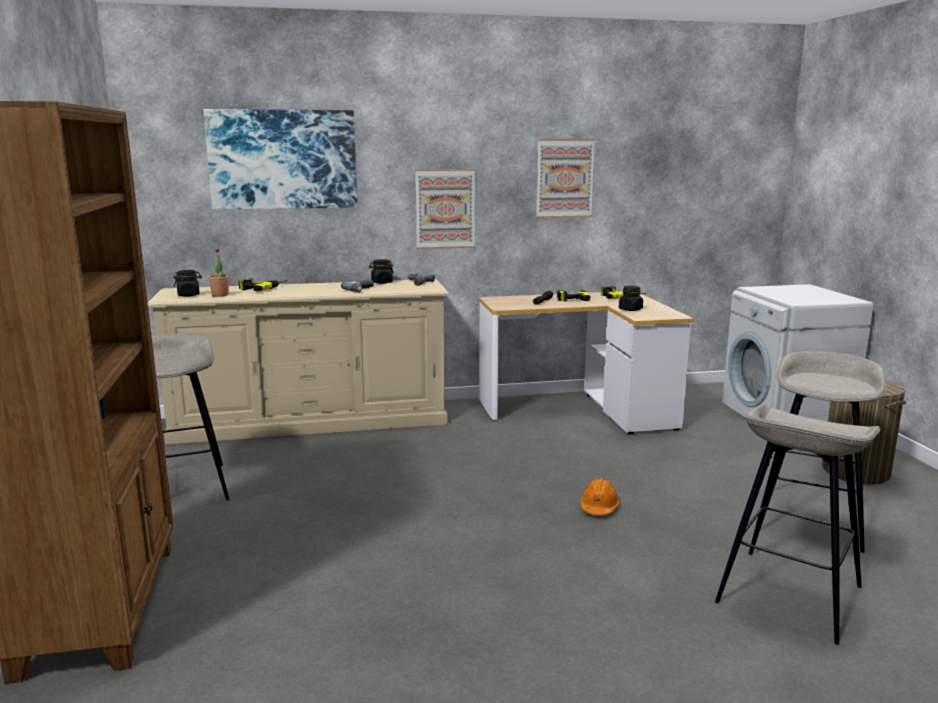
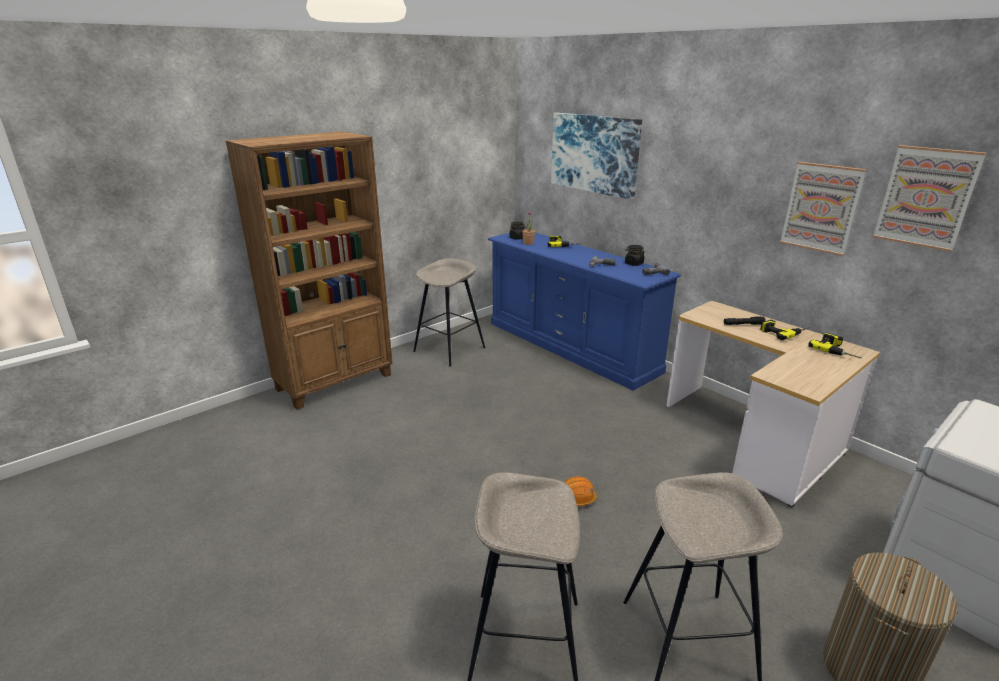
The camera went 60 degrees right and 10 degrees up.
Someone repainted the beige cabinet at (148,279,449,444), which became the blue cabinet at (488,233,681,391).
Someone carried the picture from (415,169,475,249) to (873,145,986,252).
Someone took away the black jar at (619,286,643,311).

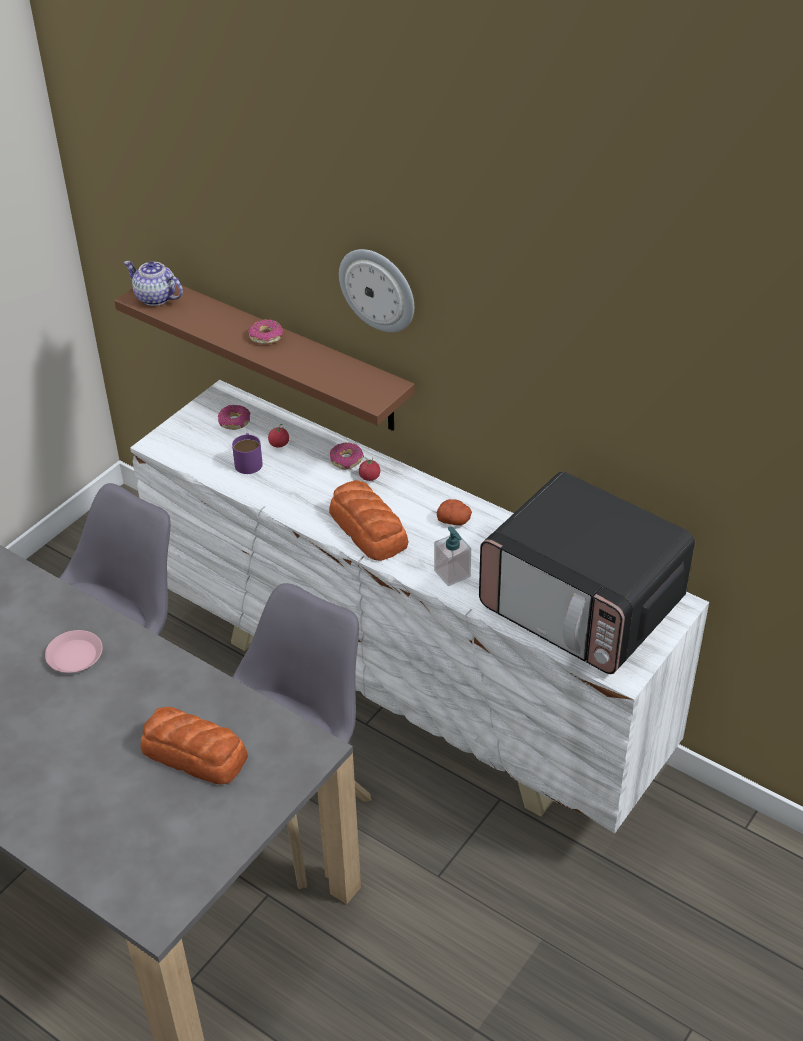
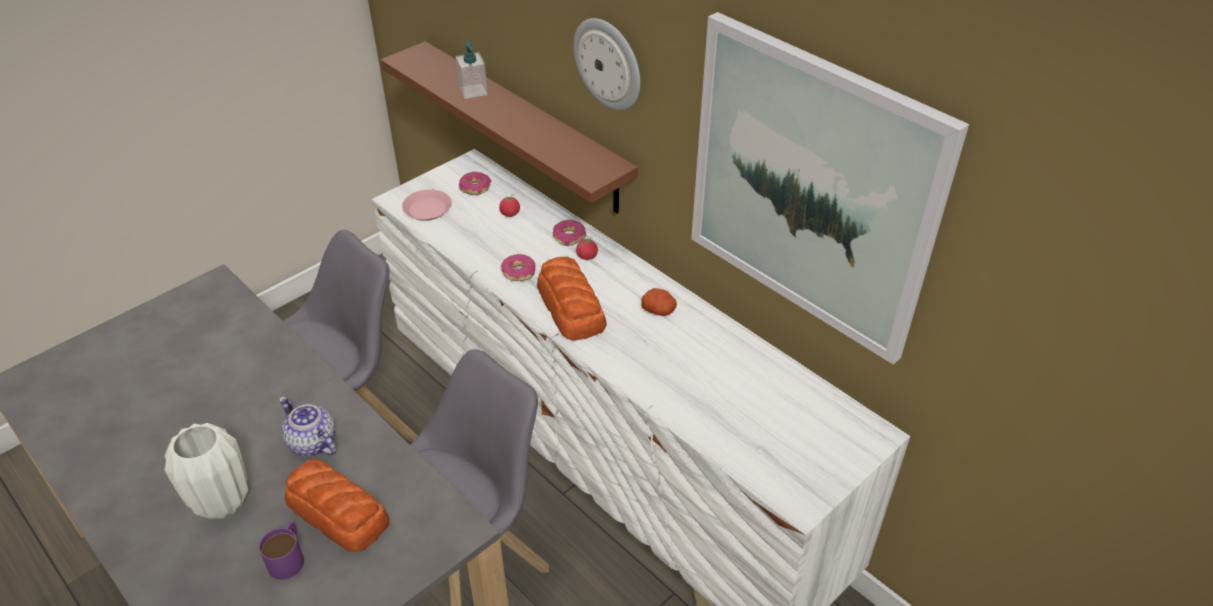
The camera went 10 degrees right and 0 degrees up.
Someone put down the white vase at (165,423,248,519).
Someone carried the purple mug from (232,433,263,474) to (259,522,304,580).
Someone carried the teapot from (124,261,183,306) to (279,397,336,456).
Someone carried the pink plate from (45,630,103,673) to (402,189,452,221).
Someone carried the soap dispenser from (434,526,471,586) to (456,41,488,99).
Someone carried the donut from (248,319,283,344) to (501,254,536,281).
Someone put up the picture at (691,12,969,364).
Someone took away the microwave at (479,471,695,674).

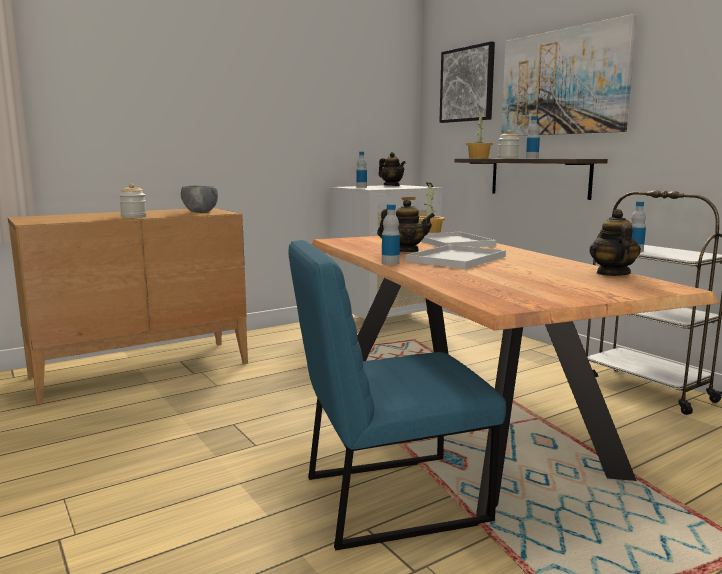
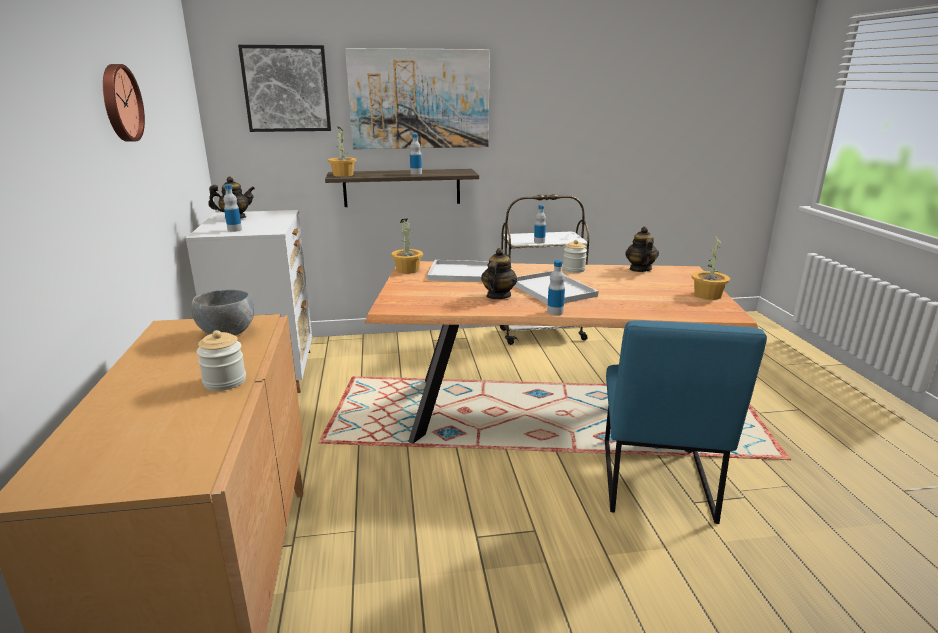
The camera went 65 degrees left and 10 degrees up.
Someone put up the wall clock at (103,64,145,142).
Someone carried the jar from (498,130,519,158) to (563,240,587,273).
Someone rotated the teapot at (589,209,641,276) by 60 degrees clockwise.
Someone put down the potted plant at (692,237,730,300).

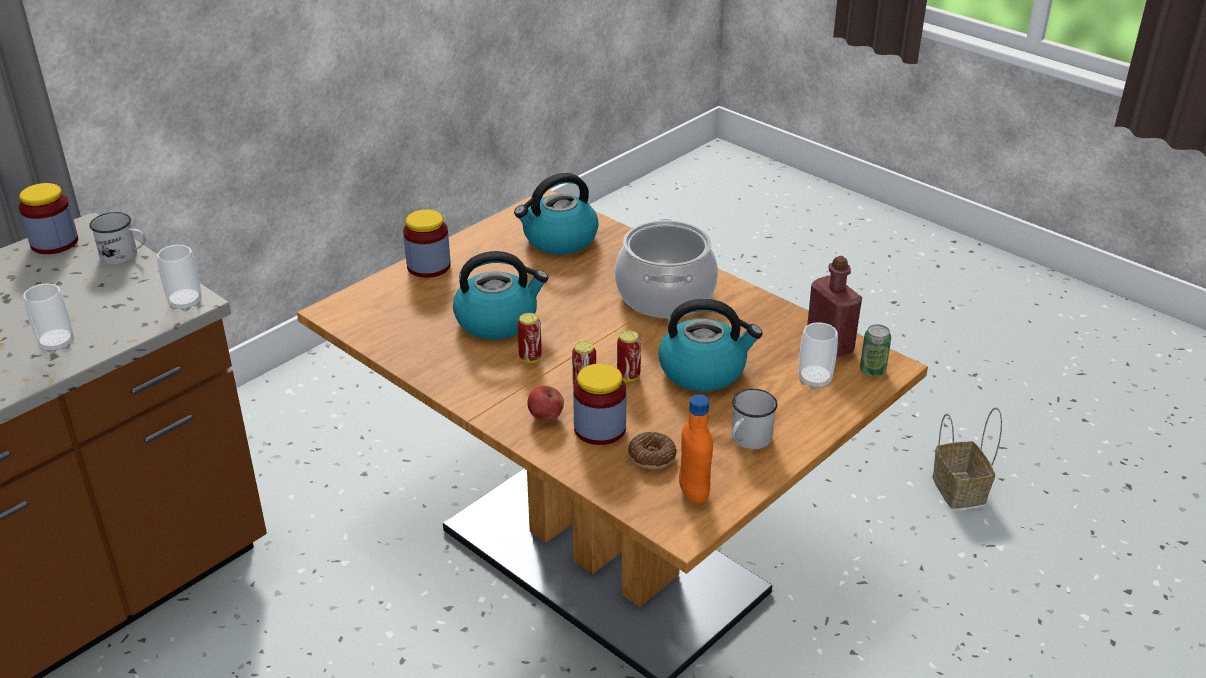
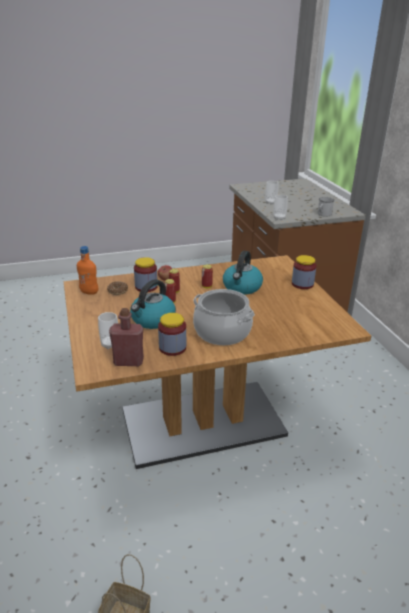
The camera went 120 degrees right and 5 degrees down.
Someone carried the jar from (19,183,78,254) to (158,313,186,356).
Someone took away the kettle at (514,173,599,255).
Someone took away the white mug at (732,389,778,450).
Someone took away the can at (860,324,891,377).

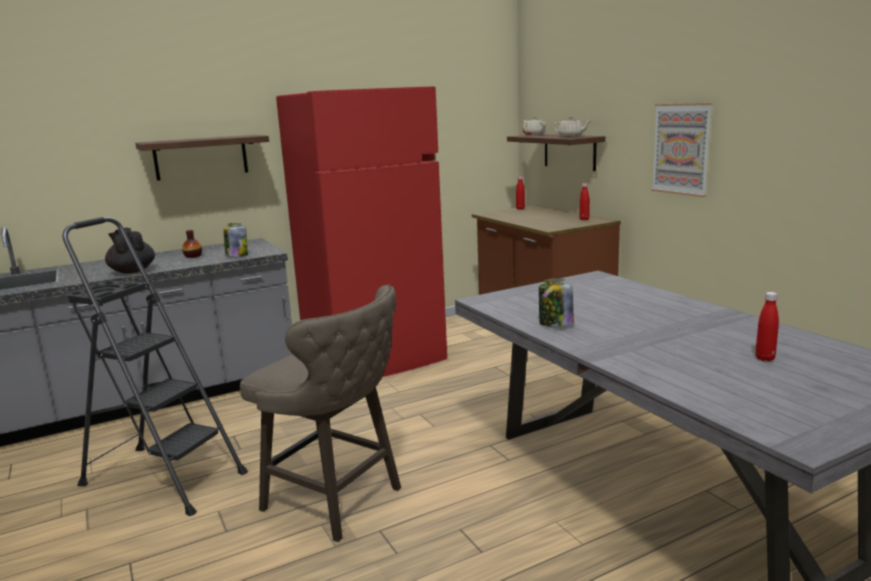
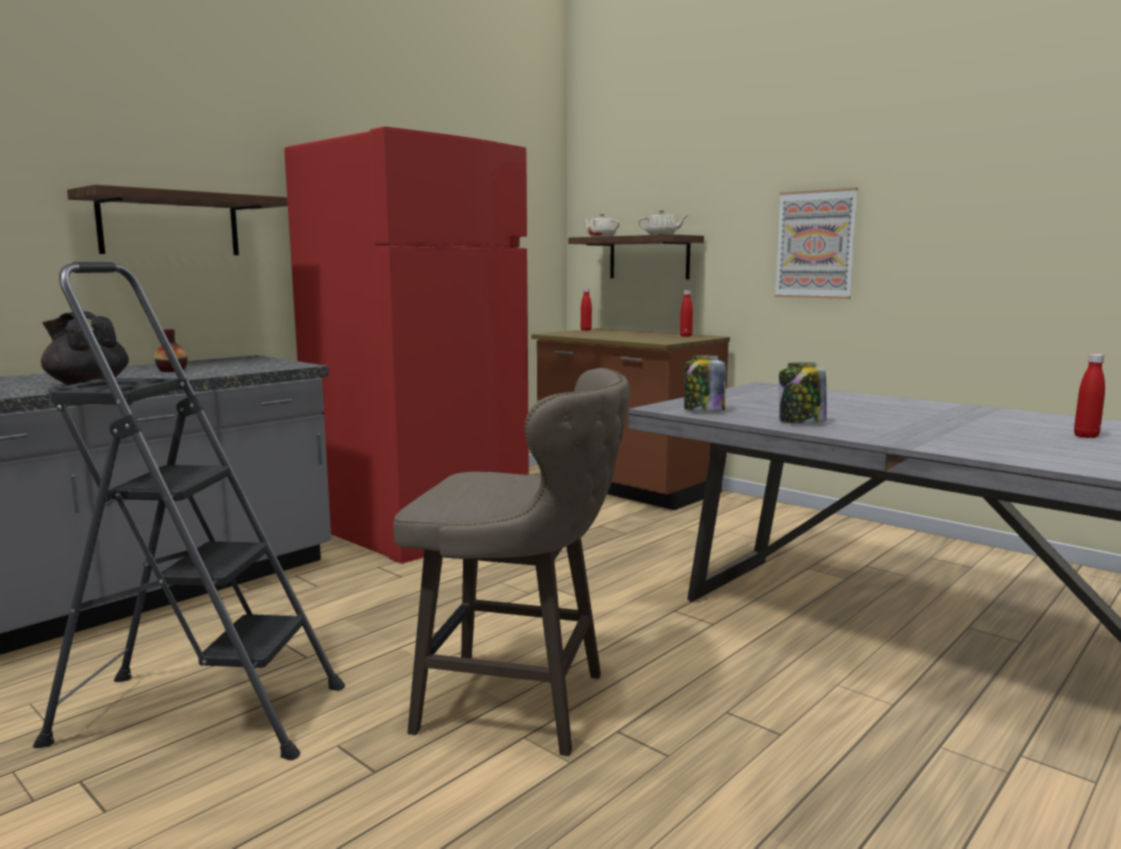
The camera went 20 degrees left and 5 degrees down.
Someone carried the jar from (224,223,248,257) to (684,355,726,411).

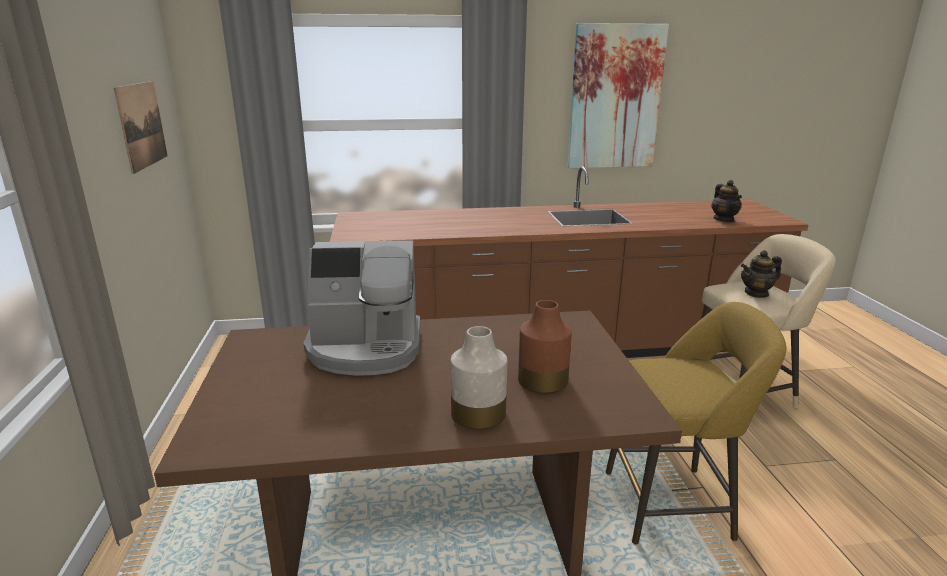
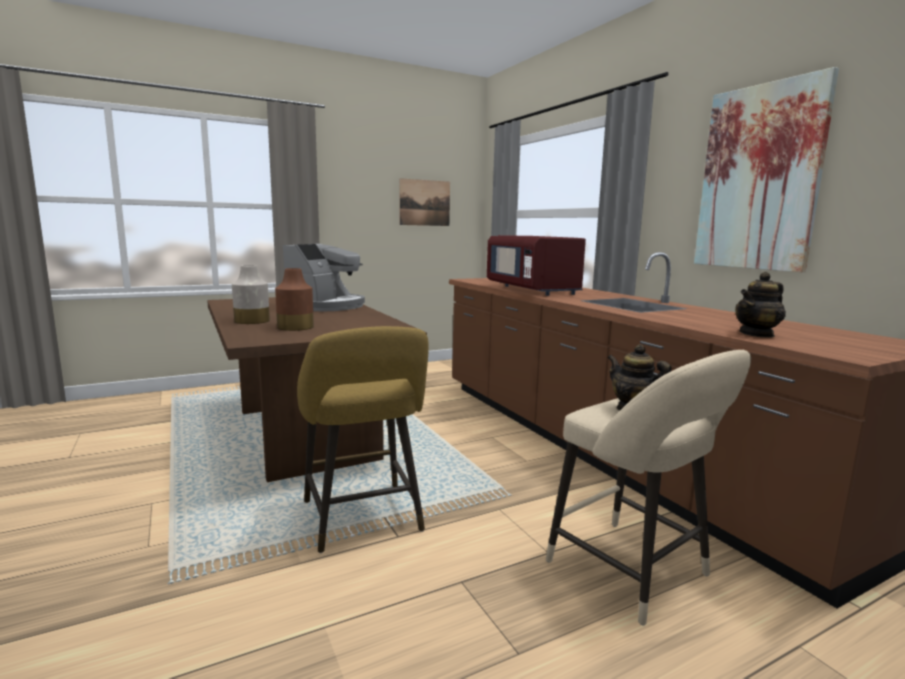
The camera went 70 degrees right and 10 degrees down.
Someone rotated the coffee machine at (304,240,420,376) by 135 degrees counterclockwise.
Someone put down the red microwave at (487,235,586,296).

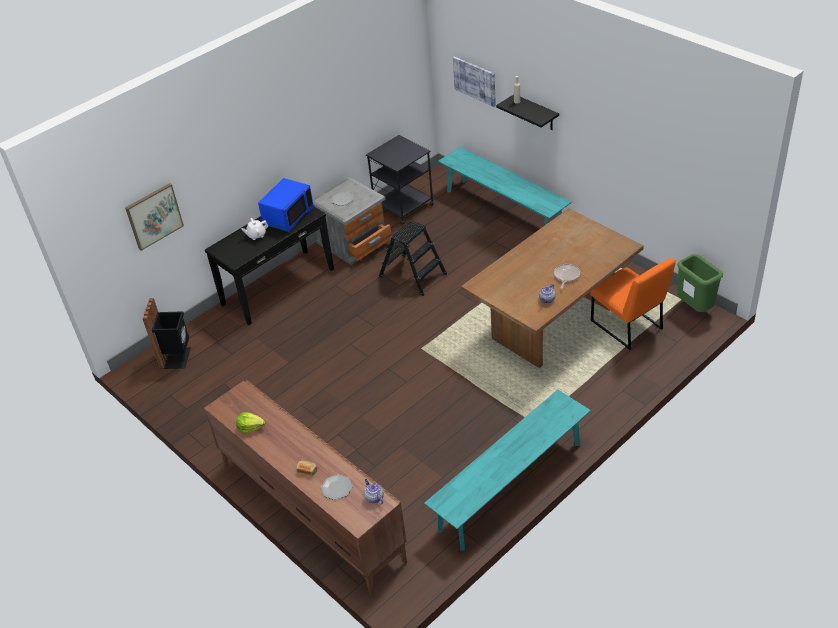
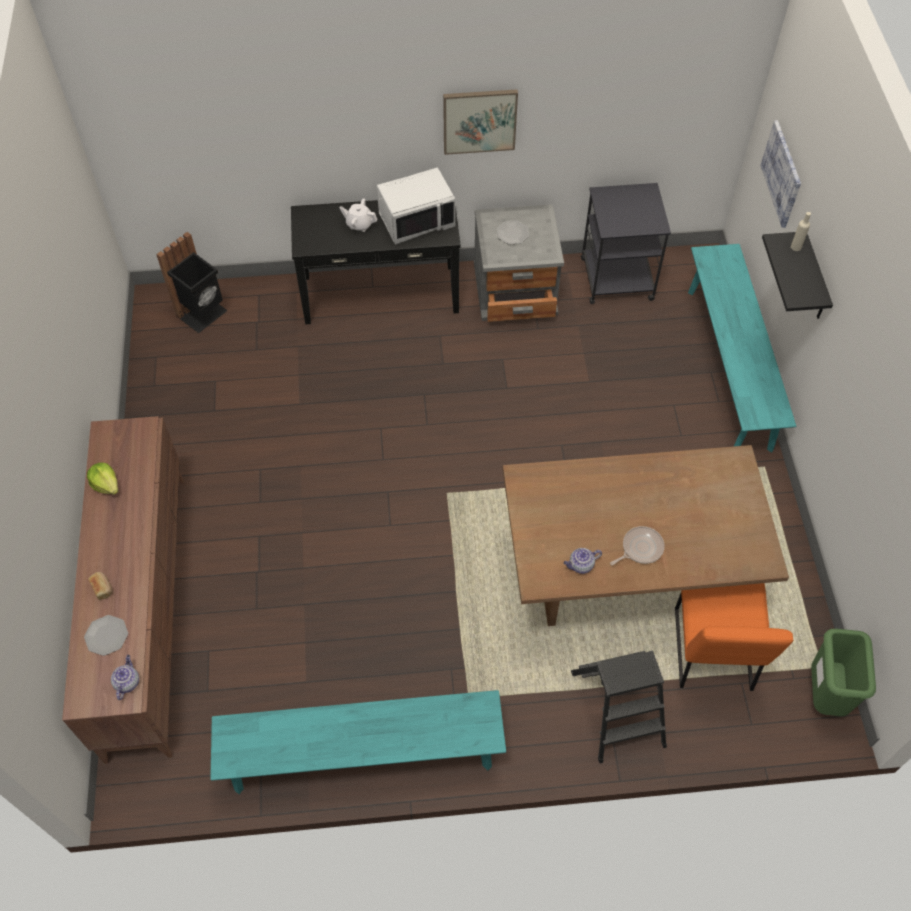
The camera went 35 degrees right and 15 degrees up.
Someone repainted the blue microwave at (258,178,314,232), which became the white microwave at (377,167,455,245).
Someone carried the picture from (125,183,184,251) to (443,89,518,155).
Someone carried the black step ladder from (379,220,447,296) to (571,650,667,764).

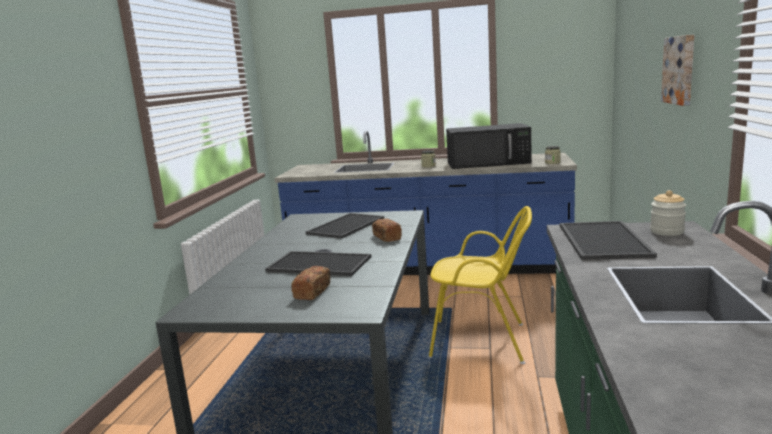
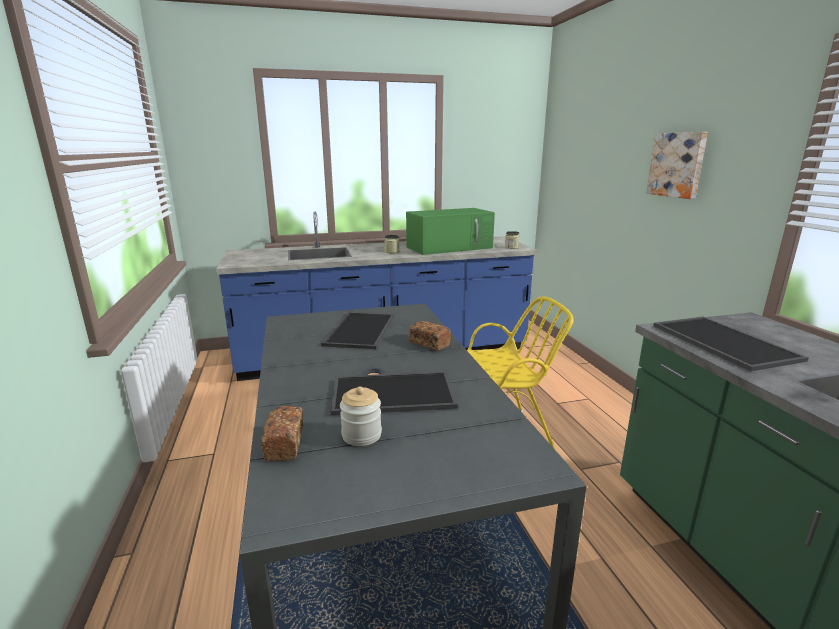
The camera went 25 degrees left and 5 degrees up.
Someone carried the bread from (291,266,331,300) to (261,406,303,461).
Someone carried the jar from (650,190,686,236) to (340,386,382,446).
Someone repainted the black microwave at (446,123,531,169), which became the green microwave at (406,208,495,255).

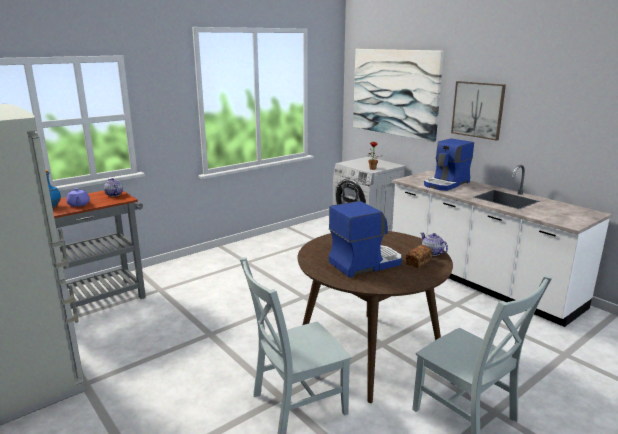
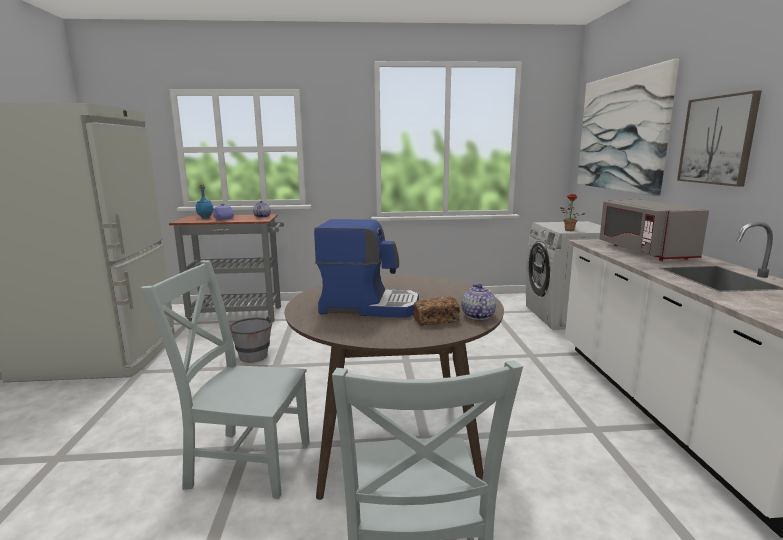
The camera went 35 degrees right and 5 degrees down.
Someone put down the grey bucket at (229,316,272,363).
Someone swapped the coffee machine at (424,138,474,191) for the grey microwave at (599,199,709,261).

